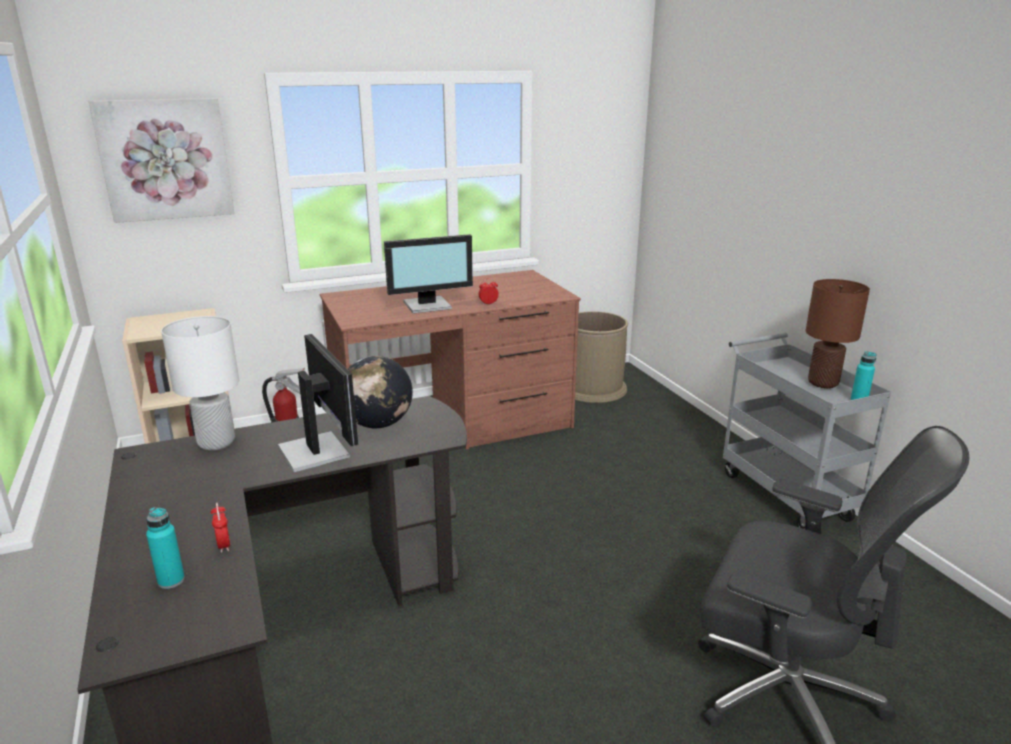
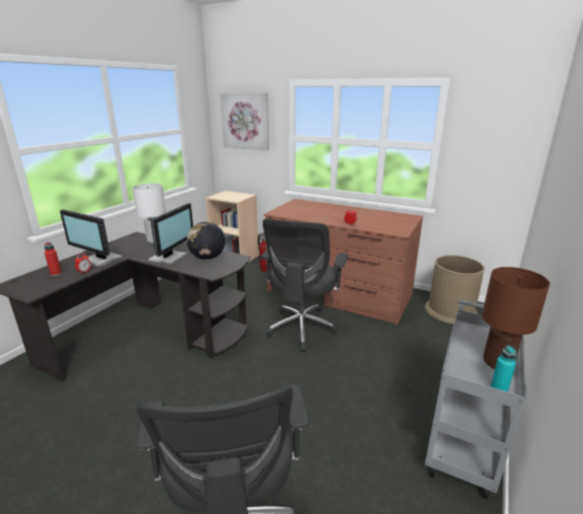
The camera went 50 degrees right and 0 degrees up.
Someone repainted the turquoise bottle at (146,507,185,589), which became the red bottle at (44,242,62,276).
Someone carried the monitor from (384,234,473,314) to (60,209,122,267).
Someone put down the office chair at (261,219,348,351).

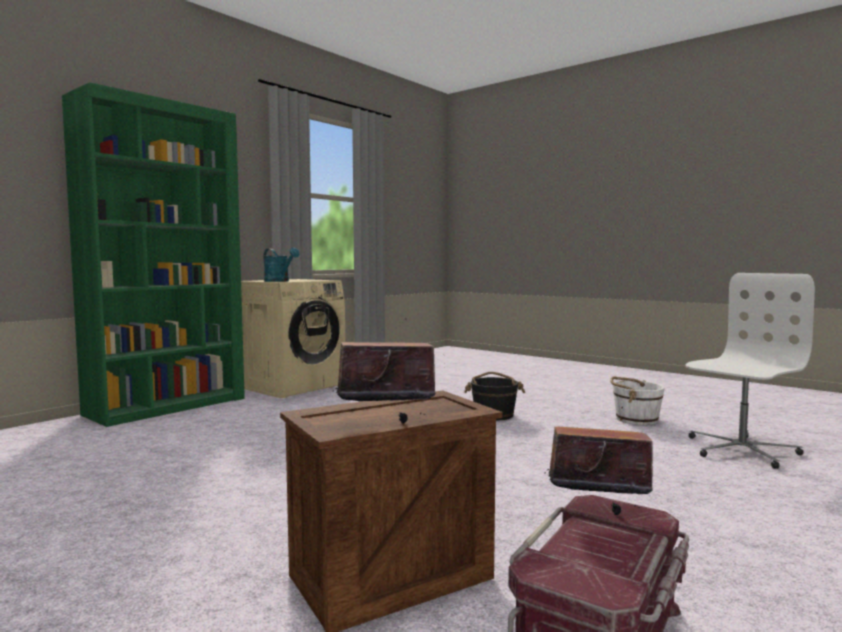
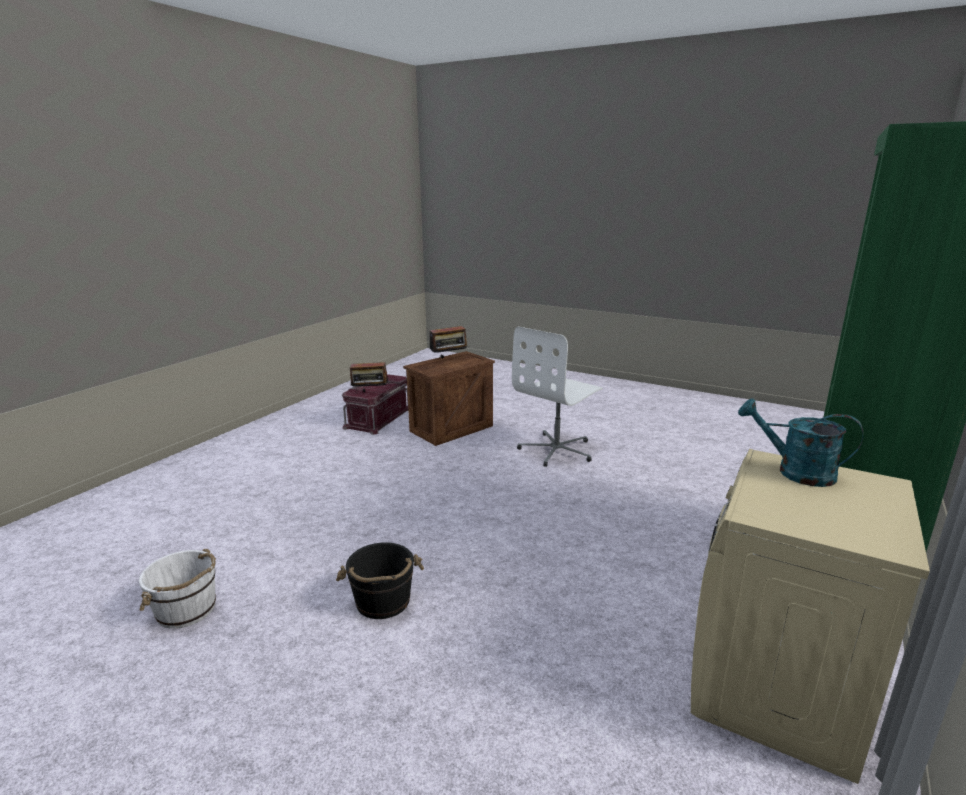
The camera went 170 degrees right and 15 degrees up.
Someone carried the white office chair from (686,273,815,469) to (512,327,603,467).

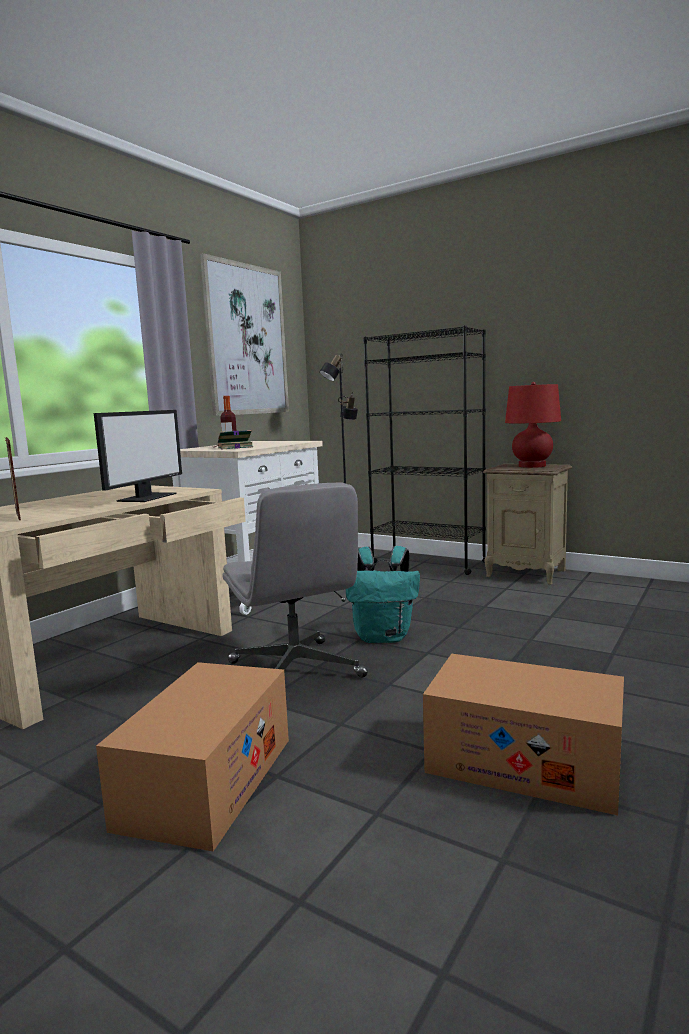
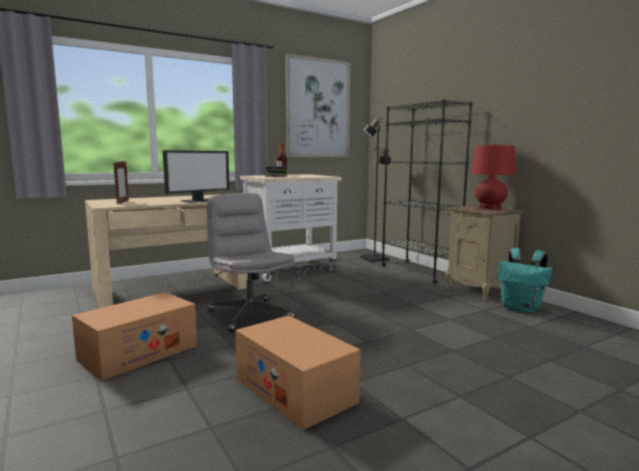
The camera went 25 degrees right and 0 degrees up.
Someone rotated the grey office chair at (222,483,368,678) by 150 degrees clockwise.
Someone carried the turquoise backpack from (346,546,420,643) to (498,248,552,313).

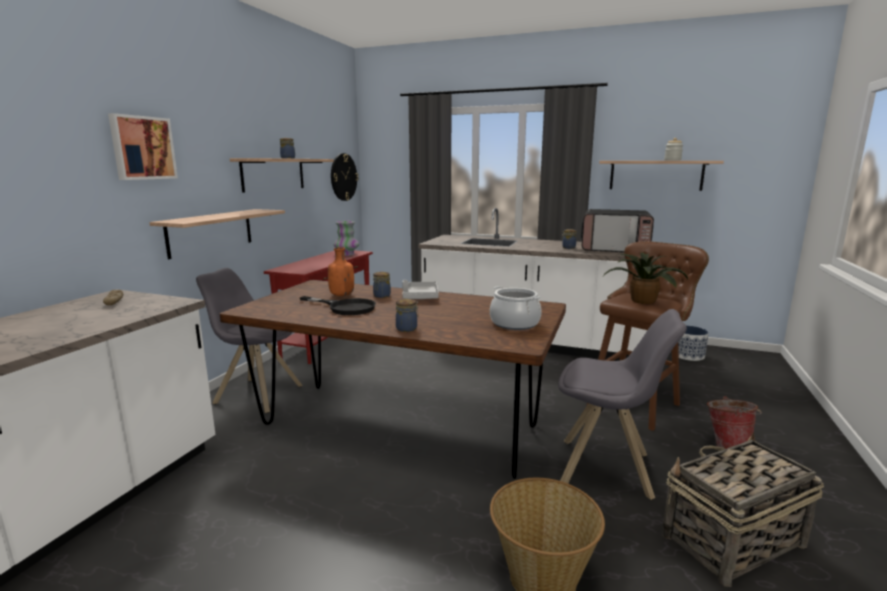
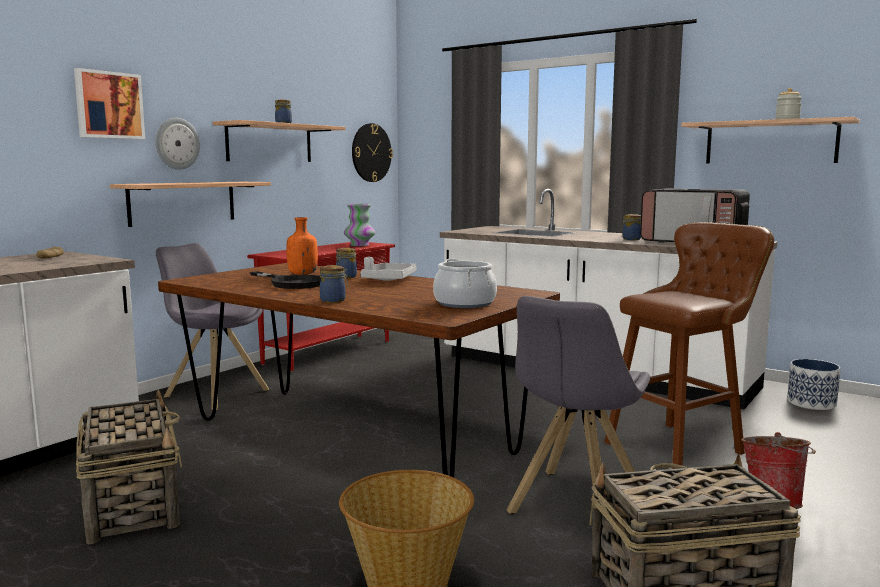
The camera went 15 degrees right and 5 degrees down.
Someone put down the basket at (76,390,182,544).
Someone put up the wall clock at (155,118,200,170).
Someone rotated the grey chair at (558,309,687,500) by 90 degrees clockwise.
Someone took away the potted plant at (603,252,688,304).

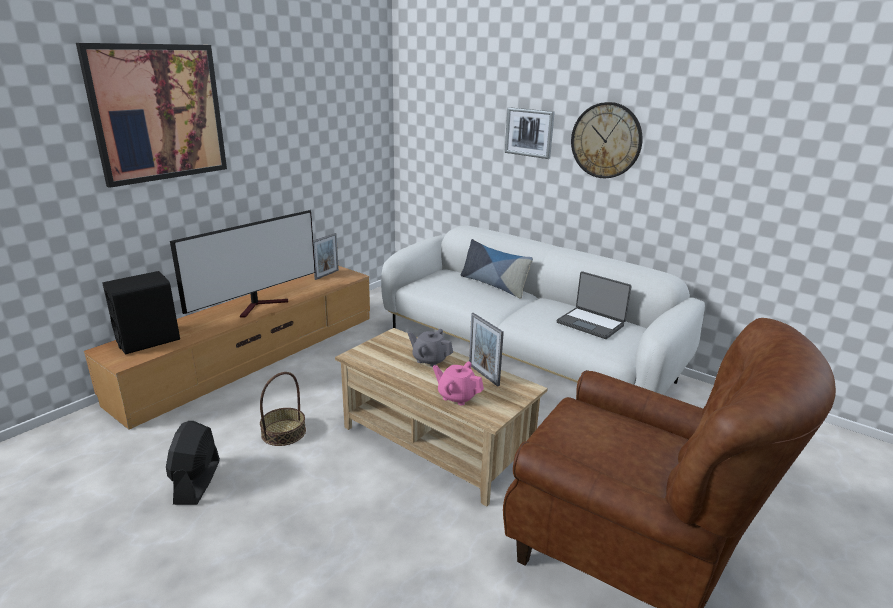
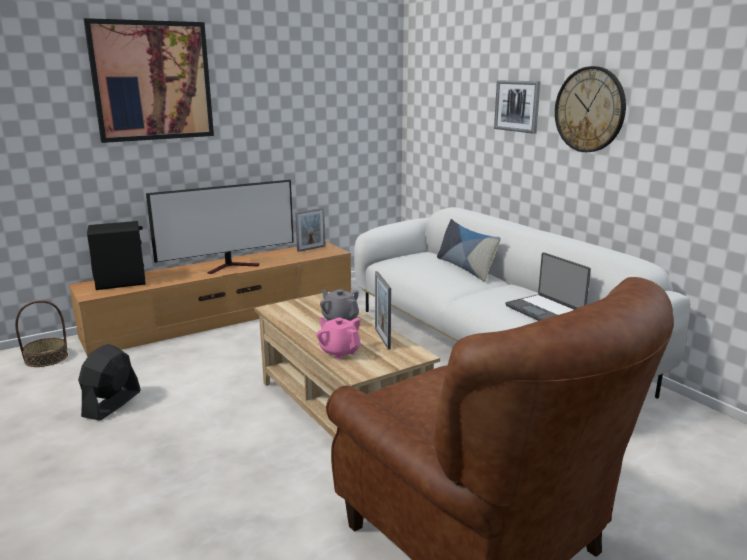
The camera went 20 degrees right and 5 degrees down.
Someone carried the basket from (260,372,306,446) to (15,300,68,367).

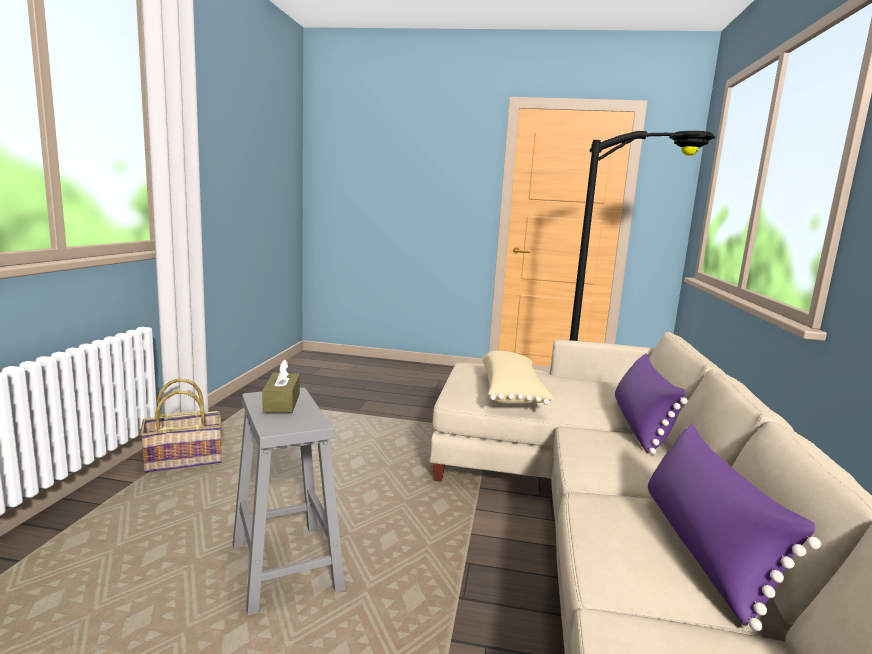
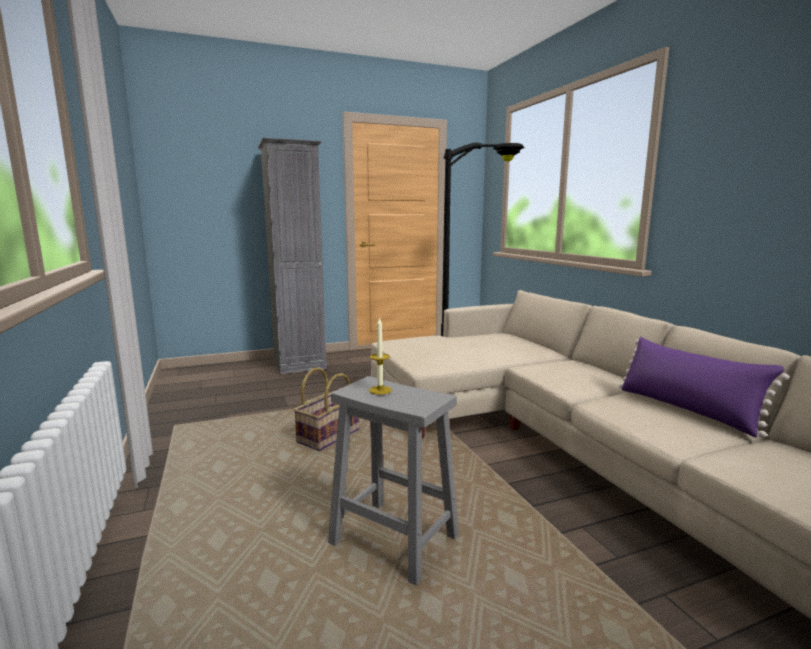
The camera went 30 degrees left and 0 degrees up.
Someone put down the grey cabinet at (258,138,327,374).
Someone carried the basket from (140,379,222,473) to (294,367,360,451).
Someone swapped the brown tissue box at (262,360,300,413) for the candle at (369,317,392,395).
Someone took away the beige pillow at (482,351,554,405).
Someone took away the purple pillow at (615,353,688,454).

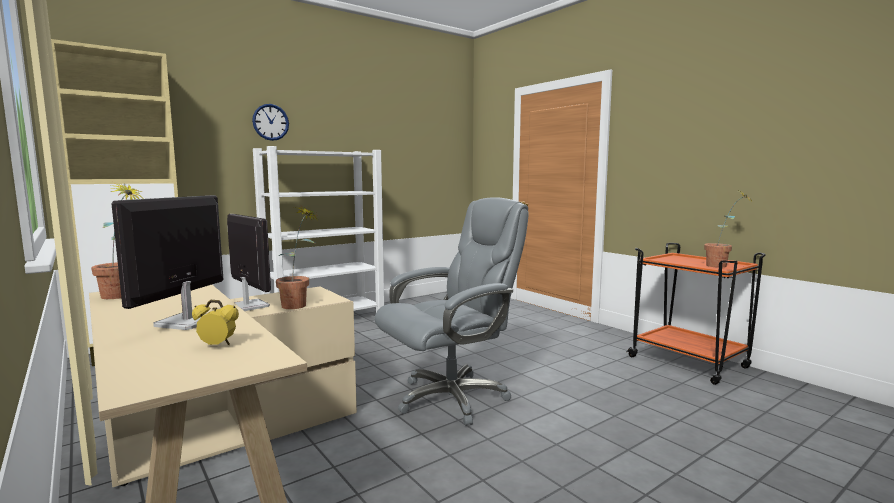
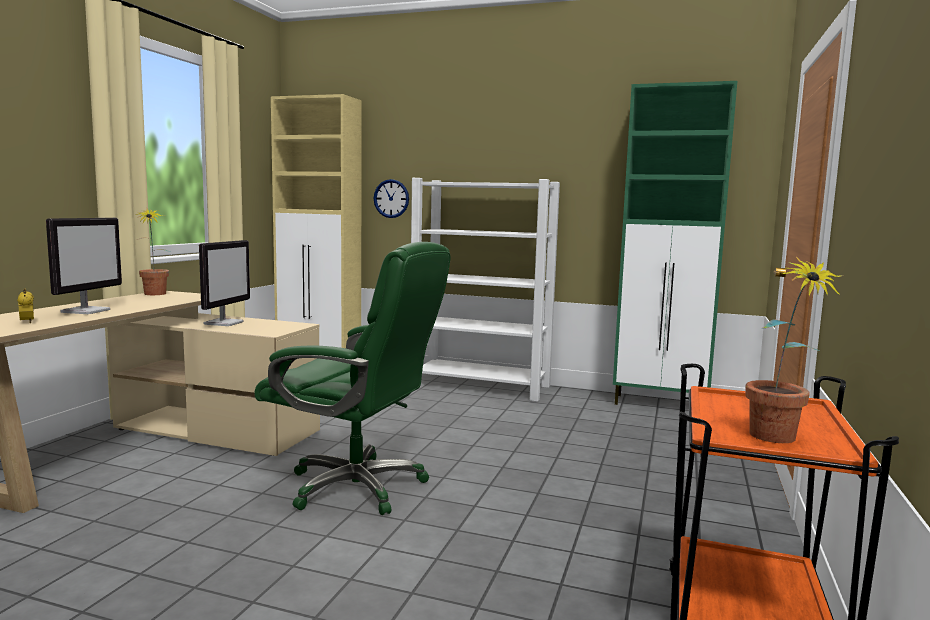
The camera went 55 degrees right and 0 degrees up.
Someone rotated the monitor at (111,195,223,330) by 120 degrees clockwise.
Someone repainted the grey office chair at (375,197,529,426), which became the green office chair at (254,242,451,515).
Someone carried the wall clock from (252,104,289,141) to (374,179,409,218).
Someone put down the green cabinet at (613,81,737,405).
Someone took away the potted plant at (276,206,317,309).

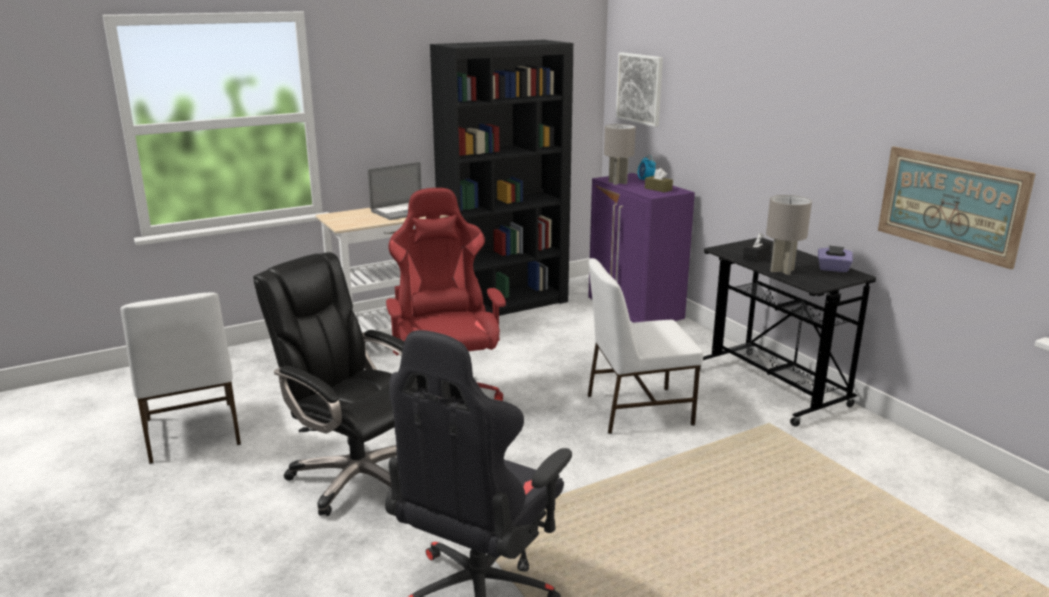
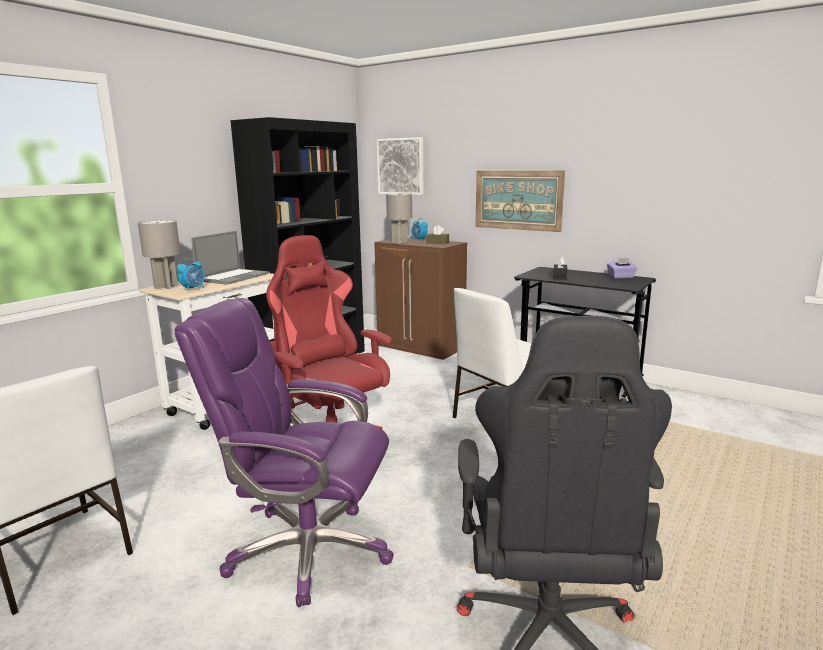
The camera went 25 degrees left and 5 degrees down.
Someone carried the grey table lamp from (766,195,812,275) to (138,220,181,289).
Someone repainted the black office chair at (253,252,418,516), which became the purple office chair at (175,298,394,607).
Someone put down the alarm clock at (177,258,205,291).
Someone repainted the purple cabinet at (588,173,695,323), which became the brown cabinet at (374,238,467,360).
Someone carried the picture from (878,146,1036,269) to (475,171,565,232).

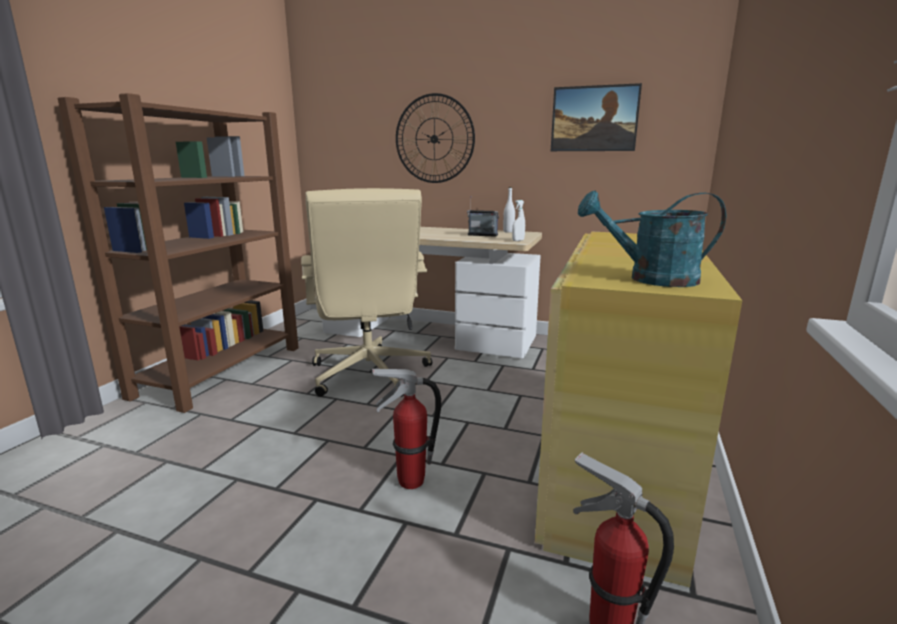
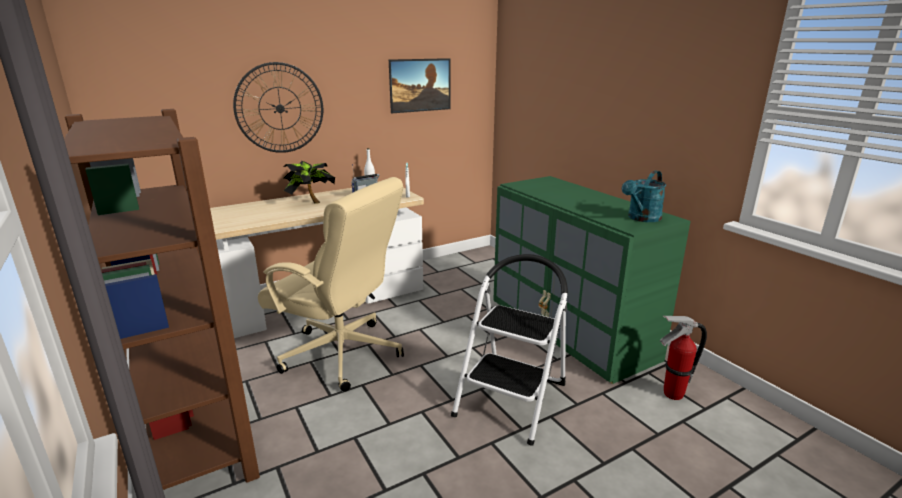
The camera went 50 degrees left and 5 degrees up.
Someone put down the potted plant at (283,161,335,204).
Someone swapped the fire extinguisher at (372,368,441,489) for the step ladder at (451,254,568,446).
Someone repainted the yellow cabinet at (535,231,742,587), which became the green cabinet at (493,176,691,384).

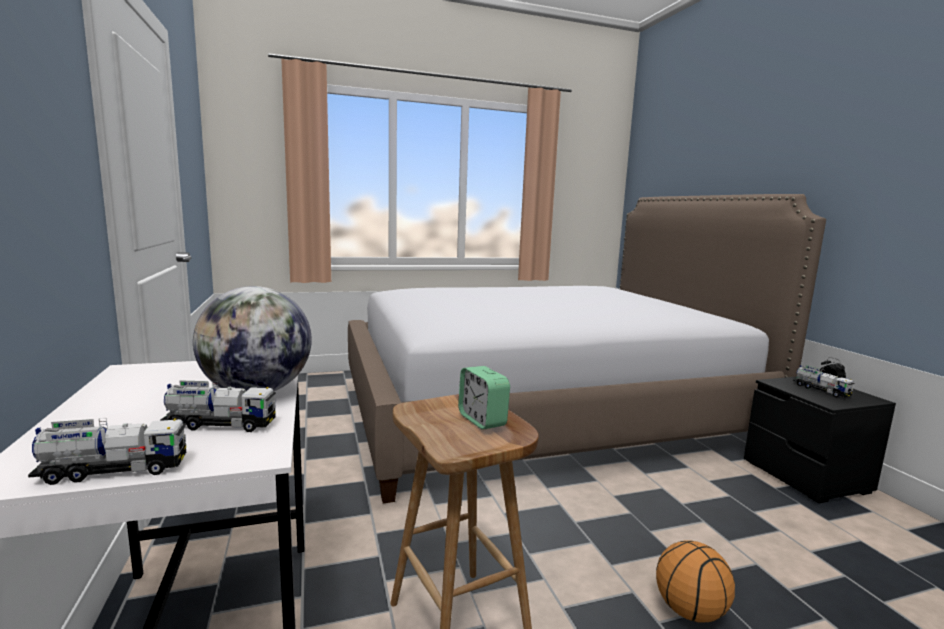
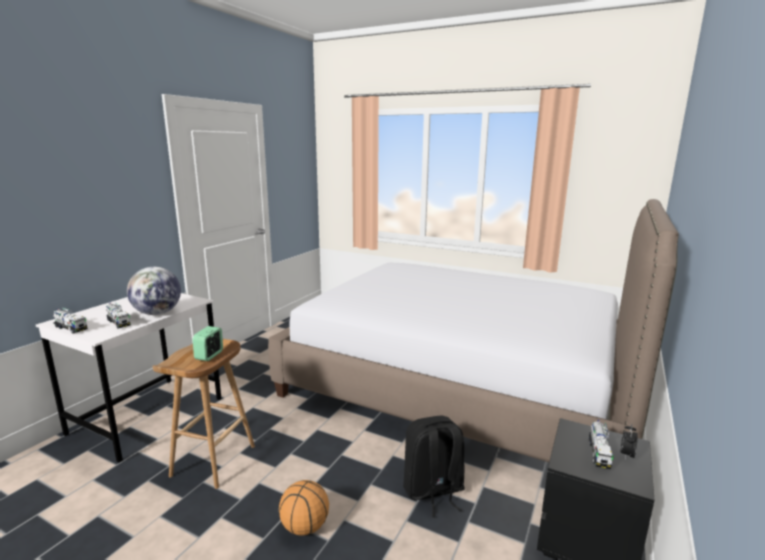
The camera went 45 degrees right and 5 degrees up.
Someone put down the black backpack at (403,416,465,517).

